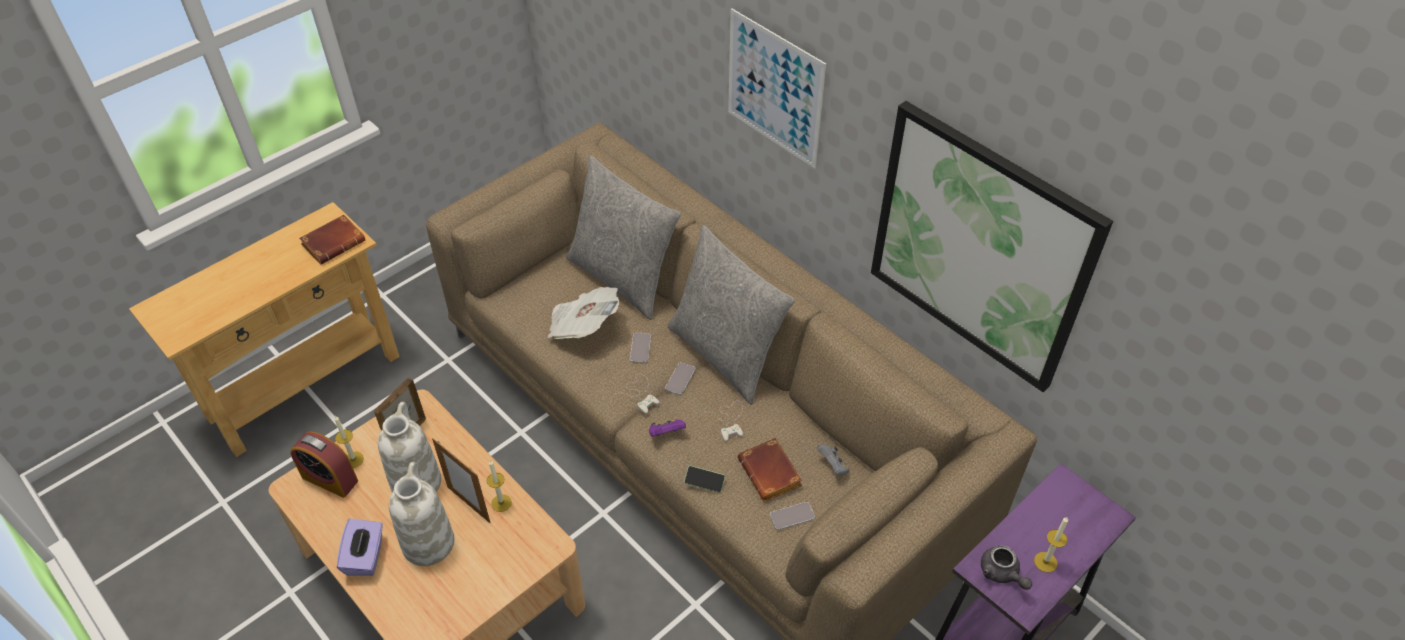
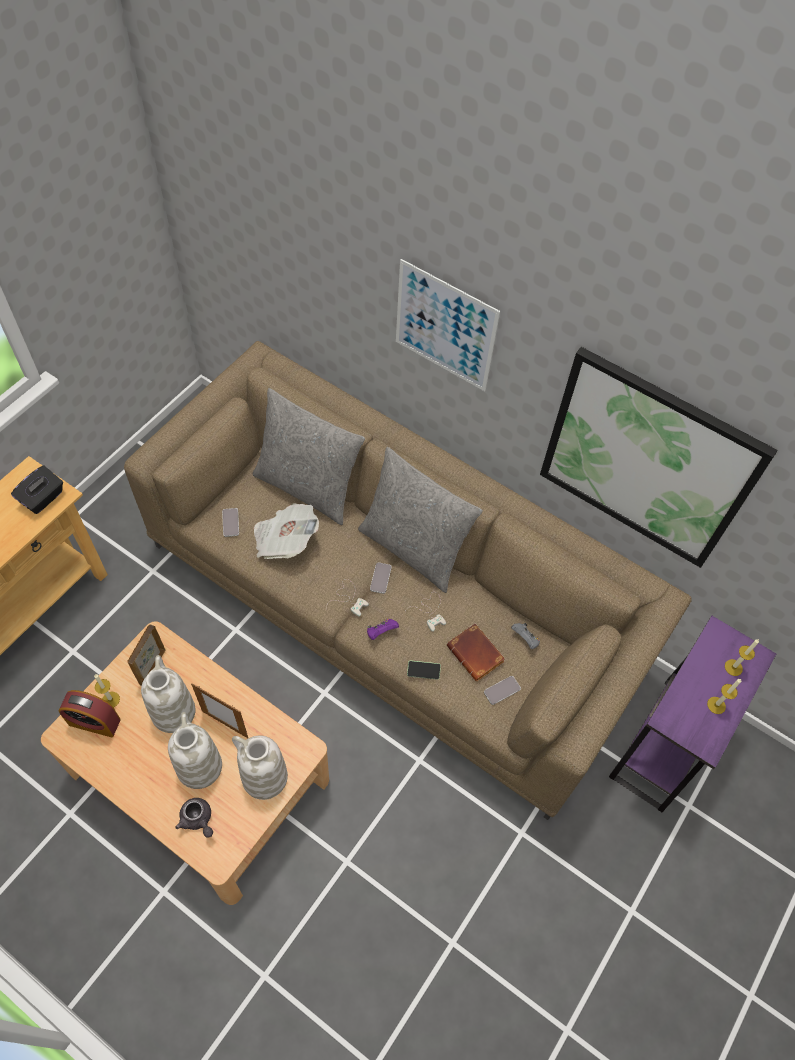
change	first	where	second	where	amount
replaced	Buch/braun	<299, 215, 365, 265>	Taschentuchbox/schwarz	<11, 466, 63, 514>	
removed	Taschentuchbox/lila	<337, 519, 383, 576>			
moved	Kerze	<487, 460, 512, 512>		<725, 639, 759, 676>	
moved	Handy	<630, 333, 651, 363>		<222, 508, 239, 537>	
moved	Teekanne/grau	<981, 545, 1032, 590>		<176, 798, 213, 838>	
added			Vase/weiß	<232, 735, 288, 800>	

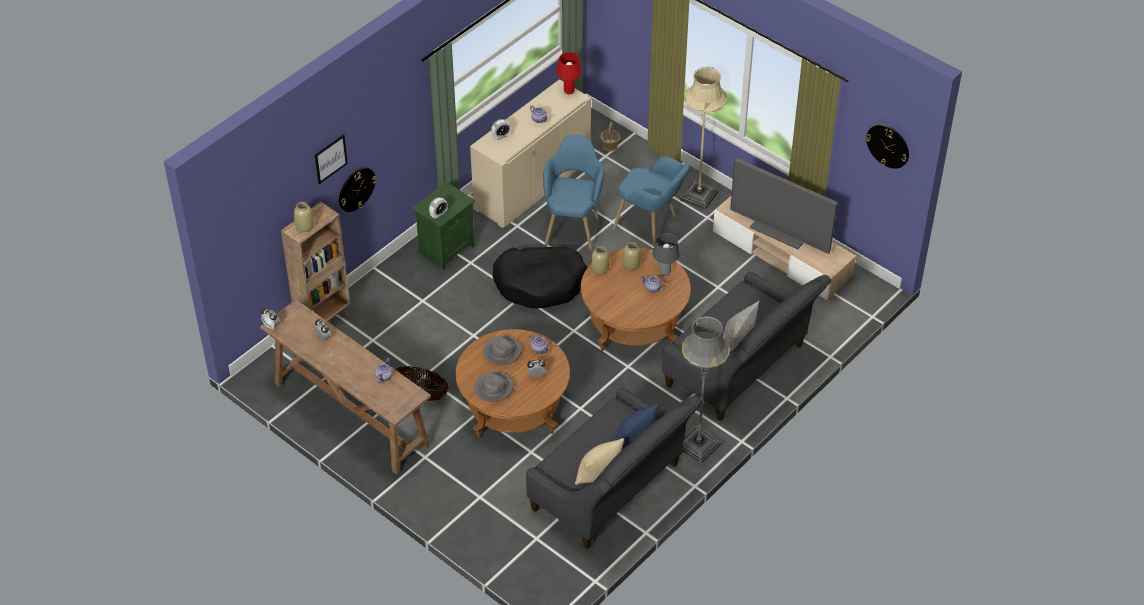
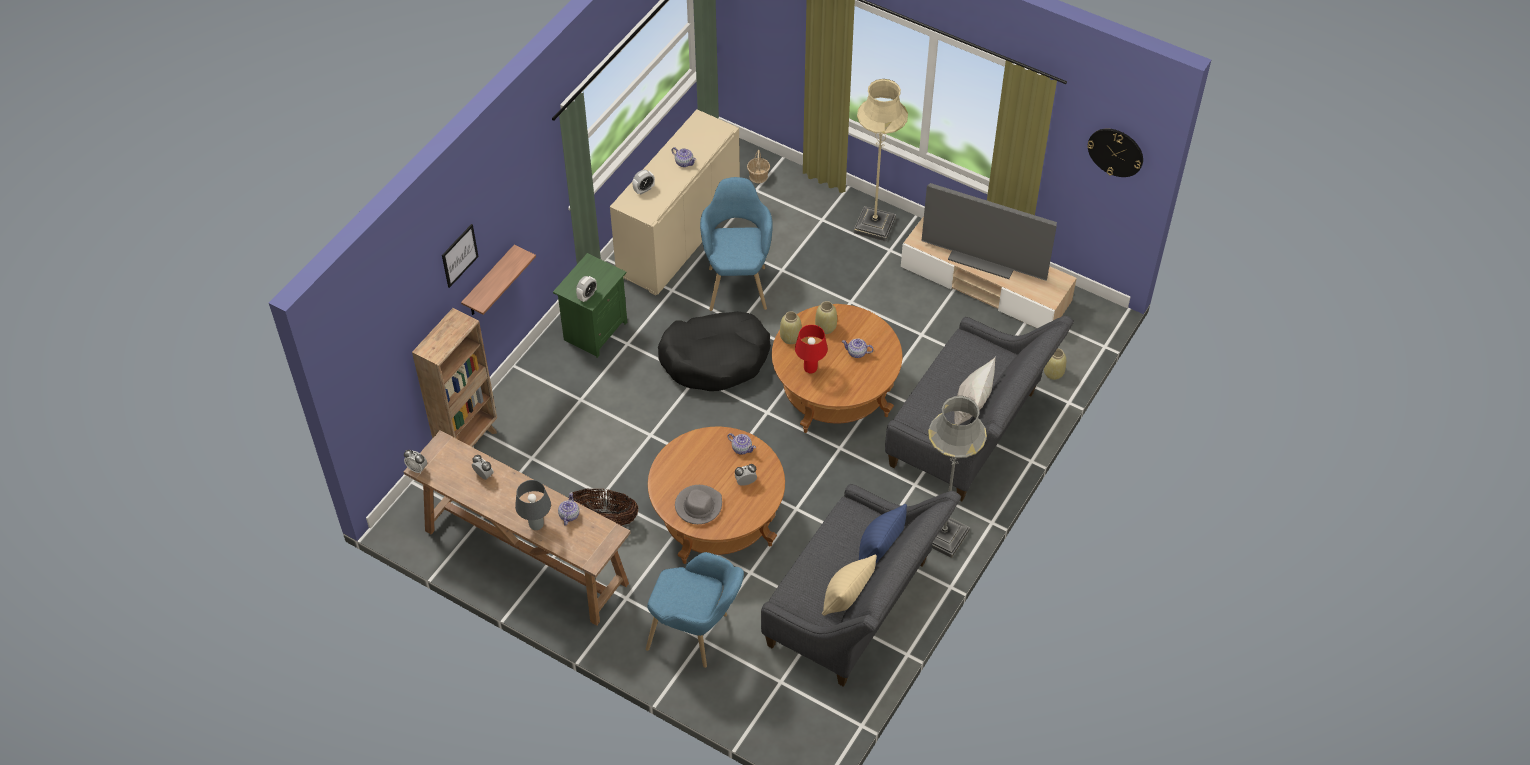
change	first	where	second	where	amount
moved	Vase/beige	<294, 202, 314, 232>		<1044, 348, 1066, 380>	
replaced	Wanduhr	<339, 168, 377, 212>	Wandregal	<461, 245, 536, 315>	
removed	Hut/grau	<483, 335, 523, 365>			
moved	Tischlampe/rot	<556, 52, 582, 94>		<795, 325, 828, 373>	
moved	Sessel/blau	<613, 156, 690, 245>		<646, 552, 744, 668>	
moved	Tischlampe/grau	<653, 233, 680, 276>		<515, 480, 551, 530>	

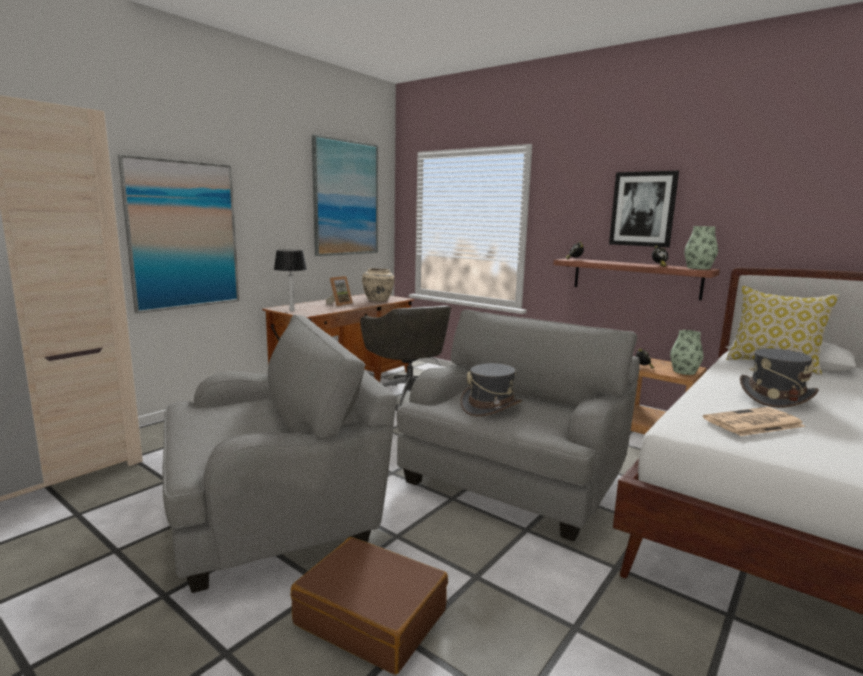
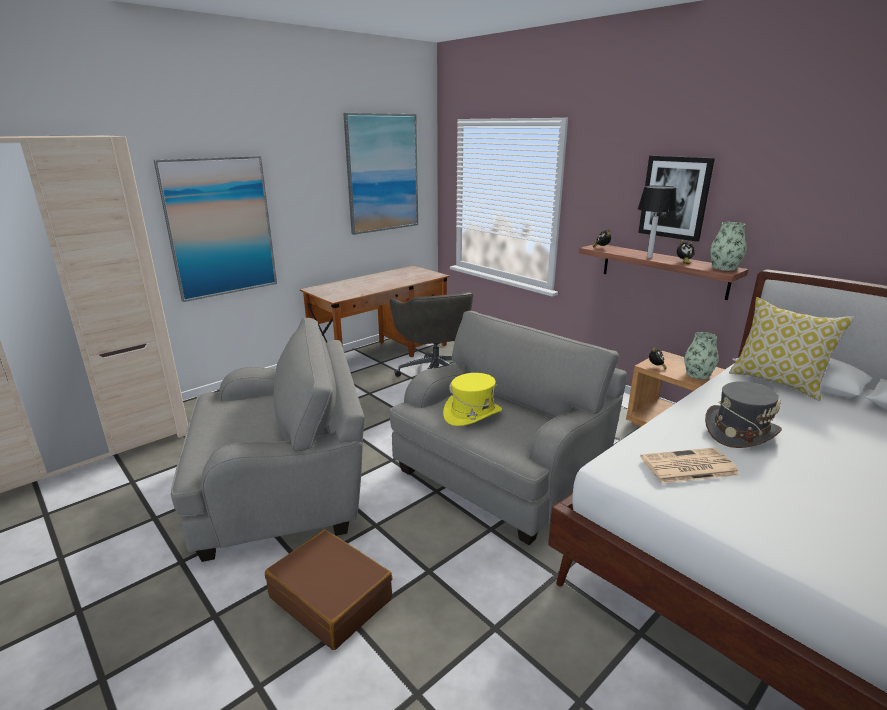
change	first	where	second	where	amount
moved	Tischlampe	<274, 250, 307, 311>		<638, 185, 677, 258>	
removed	Bilderrahmen	<326, 276, 353, 306>			
removed	Vase/beige	<362, 268, 395, 301>			
recoloured	Hut/grau	<460, 363, 522, 417>	Hut/gelb	<443, 373, 502, 426>	

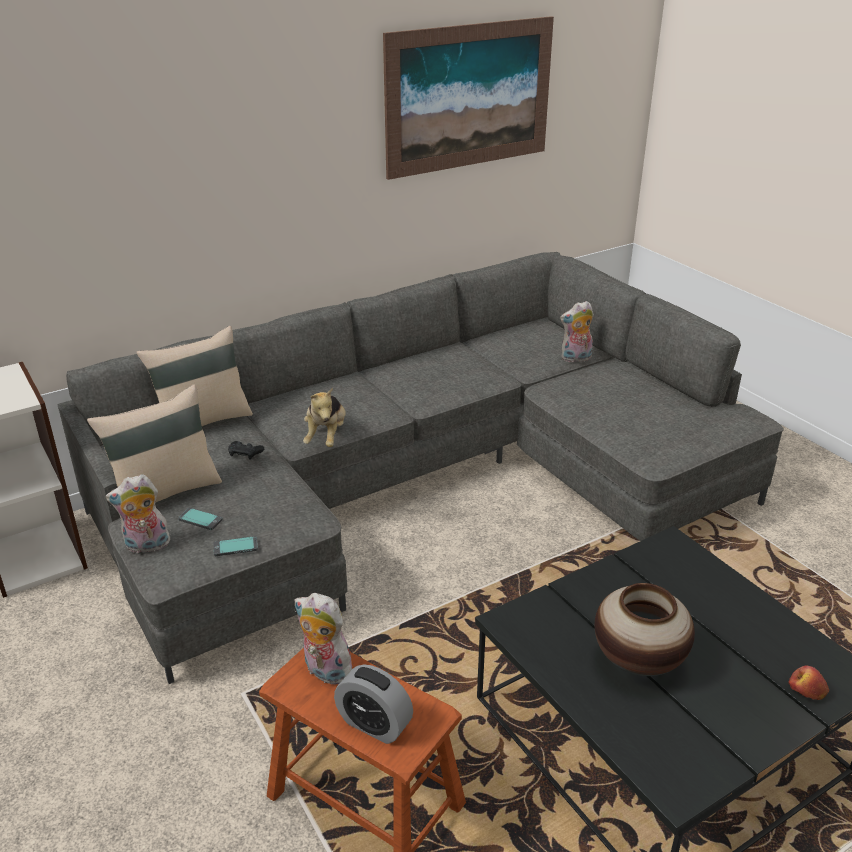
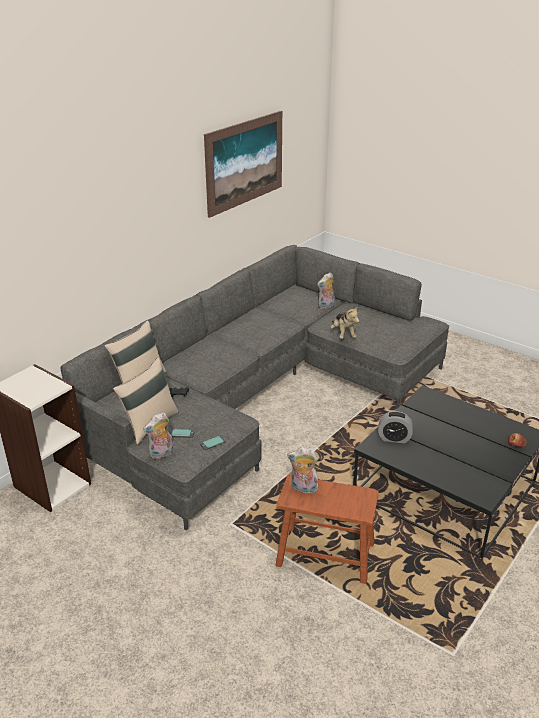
change	first	where	second	where	amount
moved	Plüschtier	<303, 387, 346, 447>		<330, 306, 359, 339>	
moved	Wecker	<334, 665, 413, 744>		<378, 411, 413, 443>	
removed	Vase	<595, 583, 695, 676>			

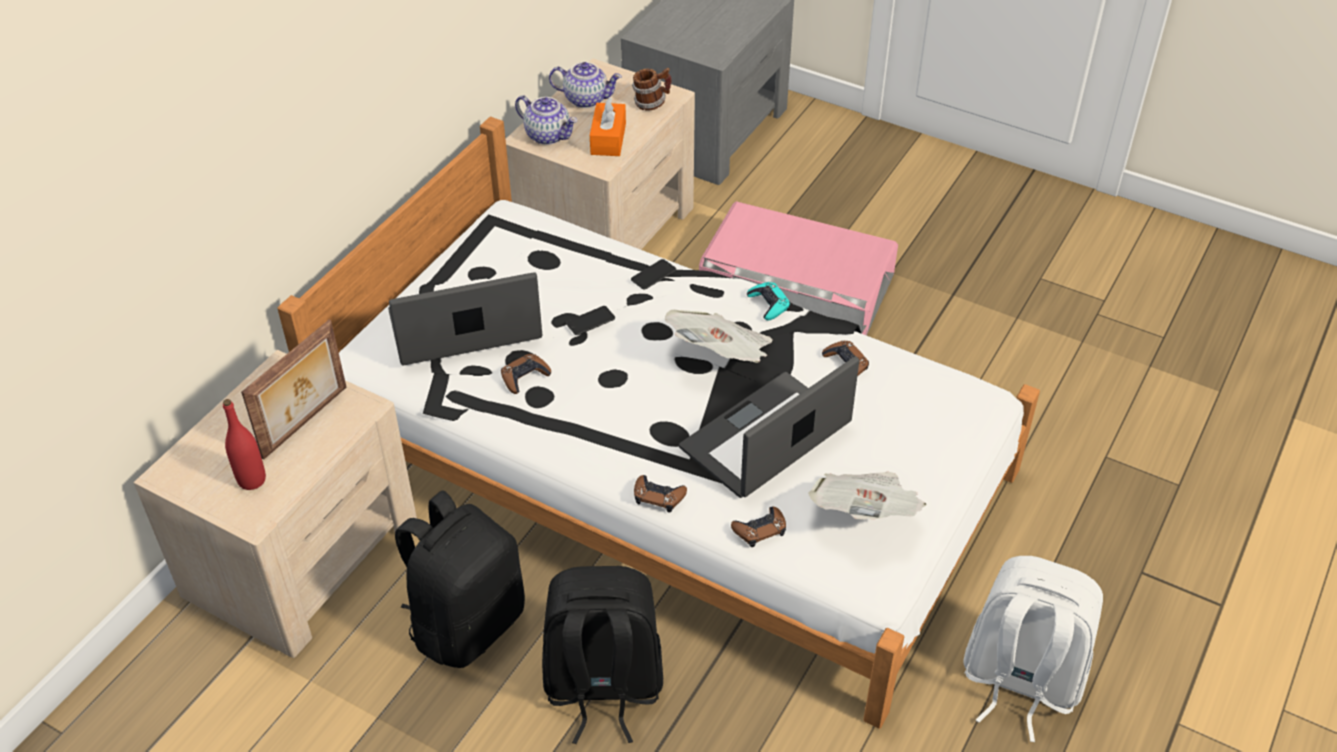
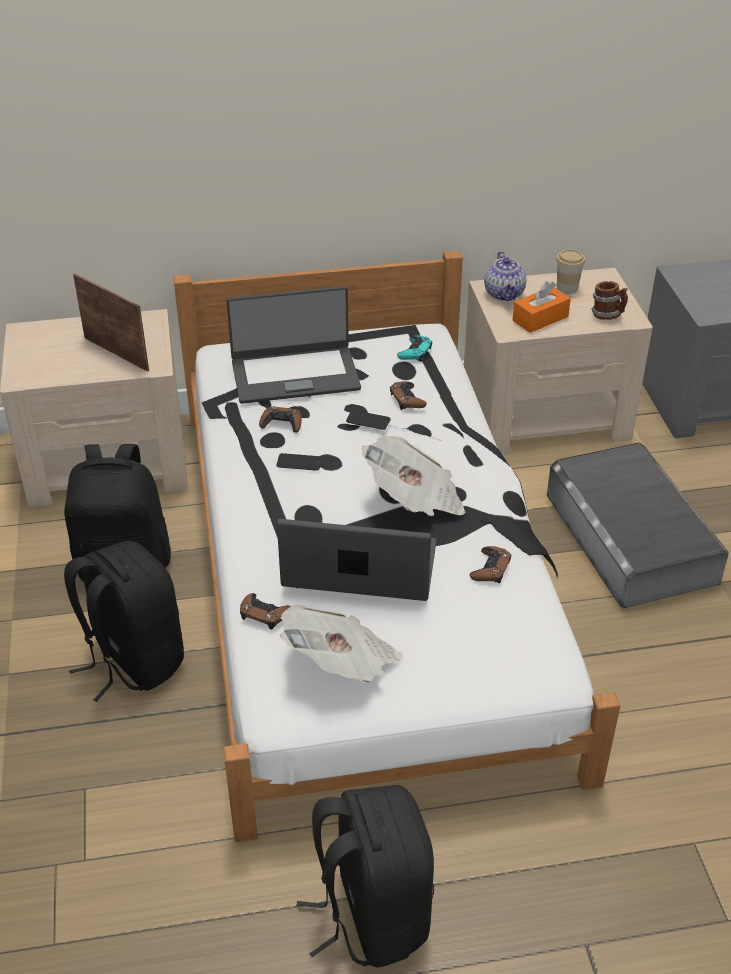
change	first	where	second	where	amount
removed	Flasche/rot	<223, 399, 266, 490>			
turned	Bilderrahmen	<241, 319, 346, 460>		<73, 273, 149, 372>	135 degrees counterclockwise
turned	Laptop	<388, 272, 542, 365>		<226, 286, 361, 404>	135 degrees clockwise
replaced	Teekanne	<549, 62, 622, 108>	Tasse	<556, 250, 585, 294>	
moved	Handy	<631, 259, 676, 290>		<276, 453, 322, 471>	
moved	Gamepad/braun	<634, 475, 687, 512>		<390, 381, 427, 410>	
recoloured	Aufbewahrungsbox/rosa	<699, 201, 898, 336>	Aufbewahrungsbox/grau	<547, 442, 728, 609>	
moved	Gamepad/türkis	<747, 282, 790, 321>		<397, 335, 432, 362>	
recoloured	Rucksack/weiß	<963, 556, 1103, 742>	Rucksack/schwarz	<297, 785, 435, 967>	

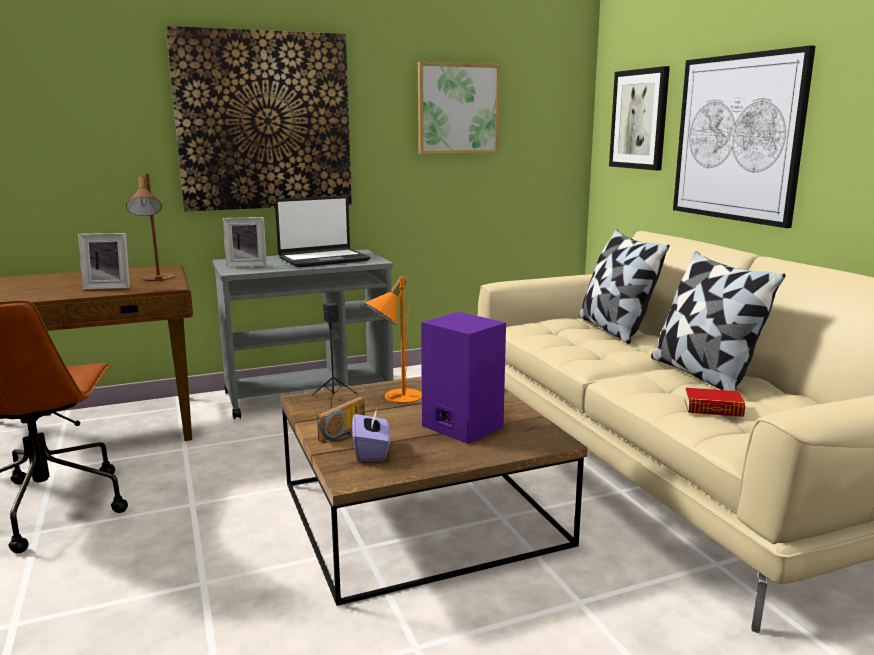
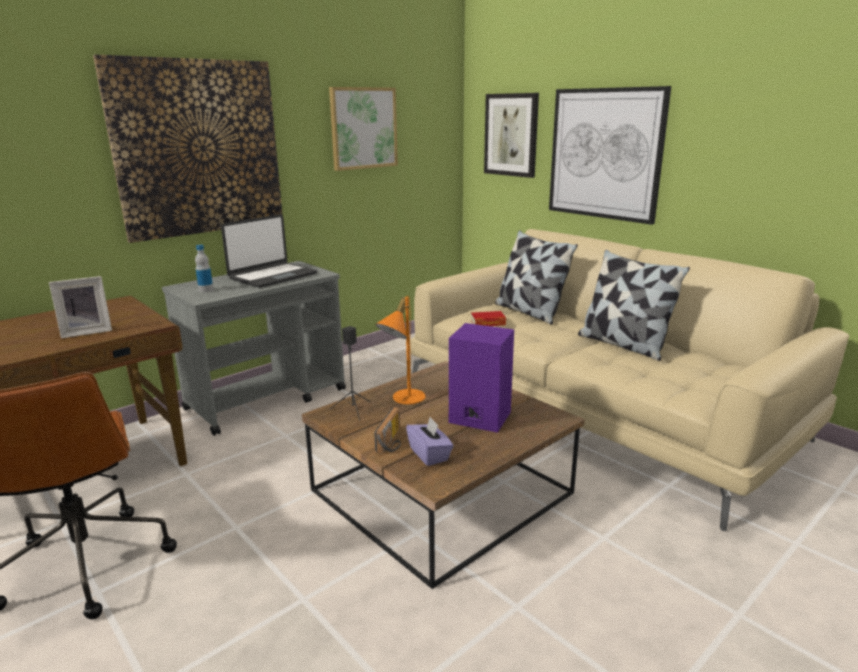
change	first	where	second	where	amount
removed	Tischlampe/braun	<126, 174, 176, 281>			
replaced	Bilderrahmen	<223, 217, 267, 267>	Flasche	<195, 245, 213, 293>	
moved	Buch	<685, 388, 745, 417>		<471, 311, 506, 326>	

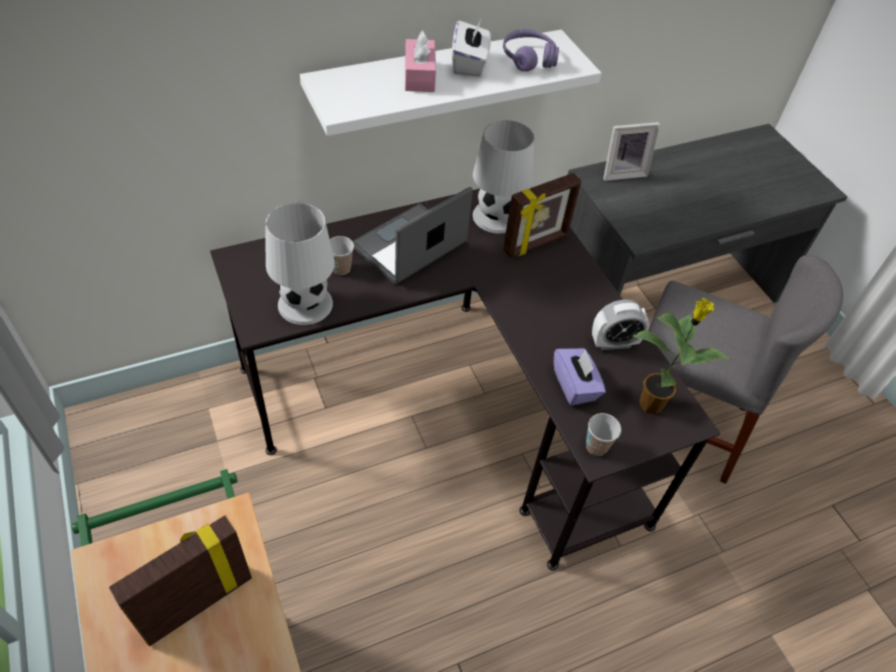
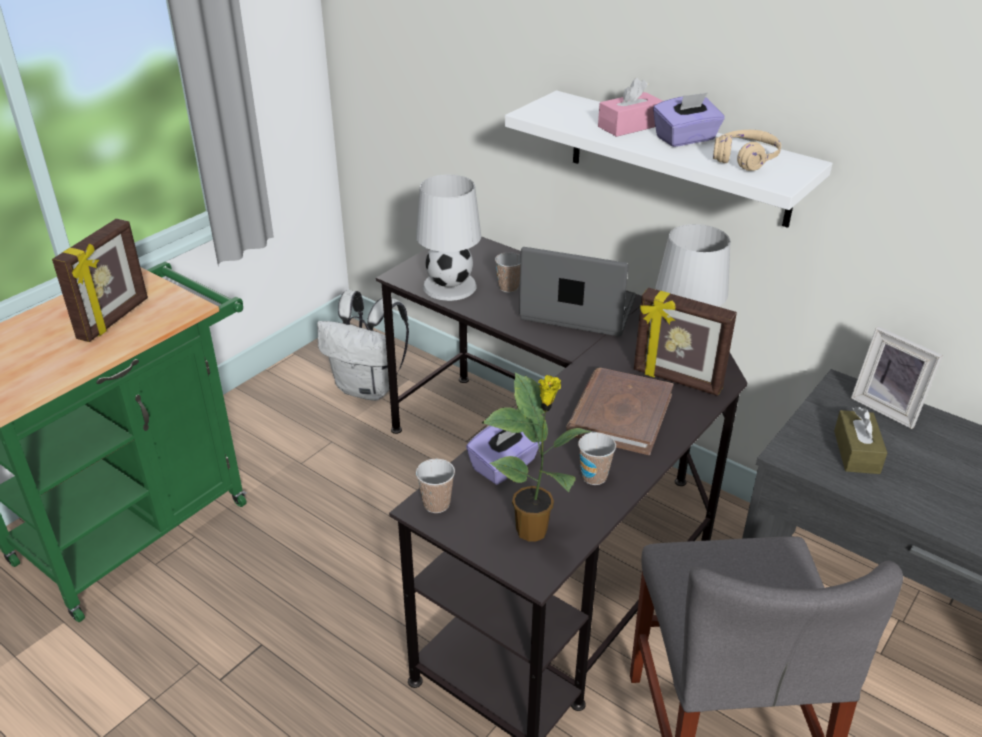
change	first	where	second	where	amount
turned	Bilderrahmen	<109, 516, 252, 646>		<52, 219, 148, 342>	90 degrees clockwise
recoloured	Taschentuchbox/weiß	<452, 20, 491, 77>	Taschentuchbox/lila	<653, 93, 725, 147>	
recoloured	Kopfhörer/lila	<503, 29, 559, 72>	Kopfhörer/beige	<713, 130, 781, 171>	
replaced	Wecker	<592, 300, 650, 350>	Tasse	<578, 432, 616, 485>	
added			Rucksack/weiß	<317, 290, 409, 401>	
added			Buch/braun	<566, 368, 673, 455>	
added			Taschentuchbox/braun	<834, 407, 887, 474>	

